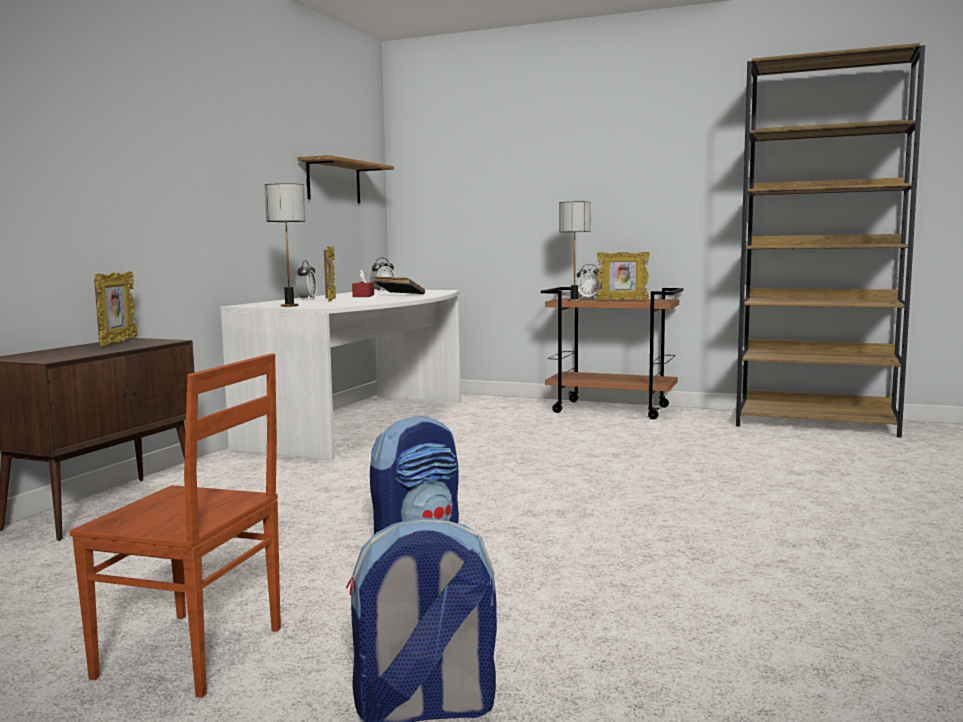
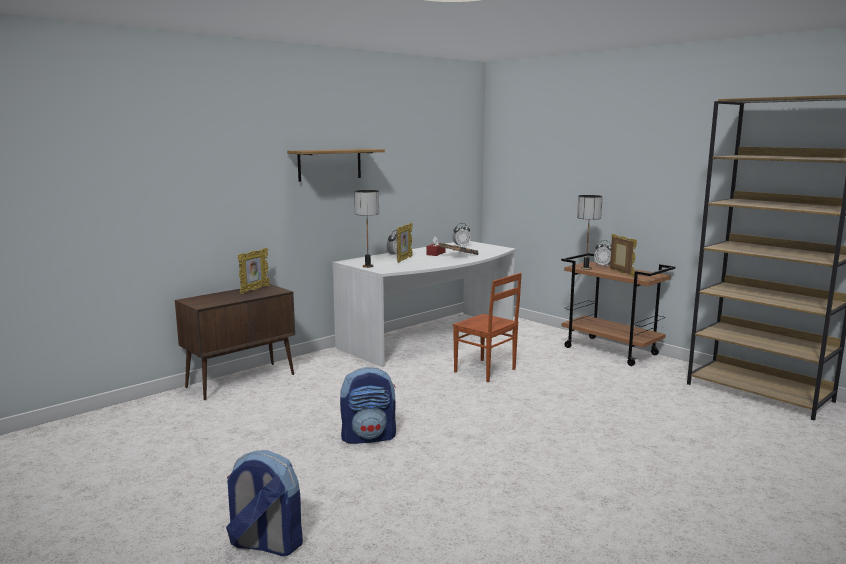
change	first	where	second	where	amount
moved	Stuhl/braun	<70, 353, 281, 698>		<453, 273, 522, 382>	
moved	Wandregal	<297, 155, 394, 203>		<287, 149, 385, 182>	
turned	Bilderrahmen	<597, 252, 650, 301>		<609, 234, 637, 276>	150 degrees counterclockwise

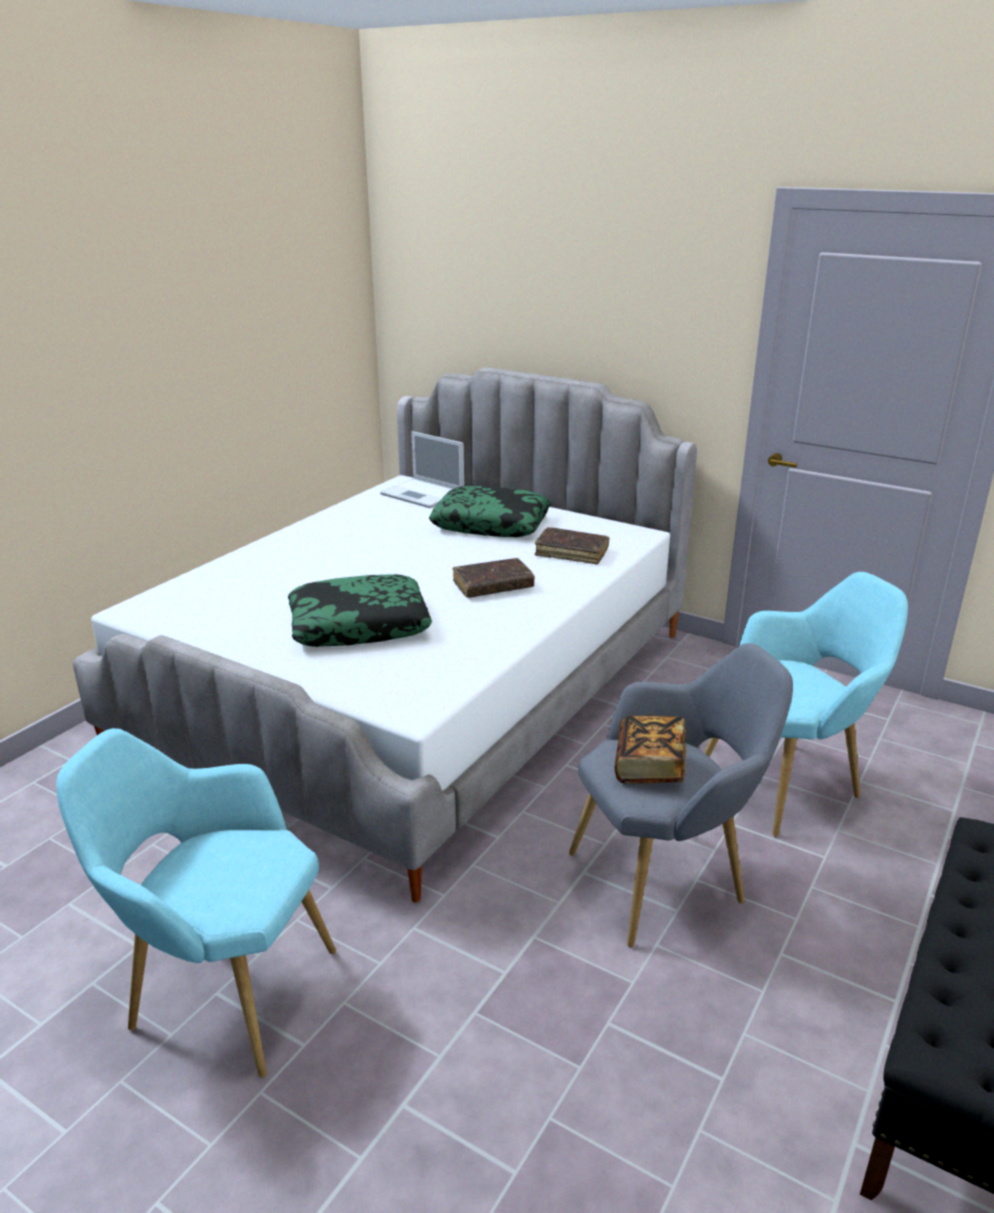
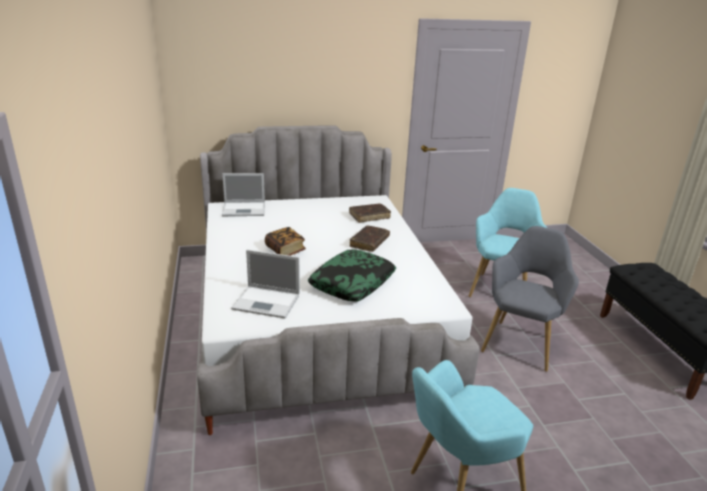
change	first	where	second	where	amount
removed	Kissen	<429, 486, 551, 537>			
moved	Buch	<615, 716, 686, 784>		<265, 227, 306, 256>	
added			Laptop	<231, 250, 300, 319>	

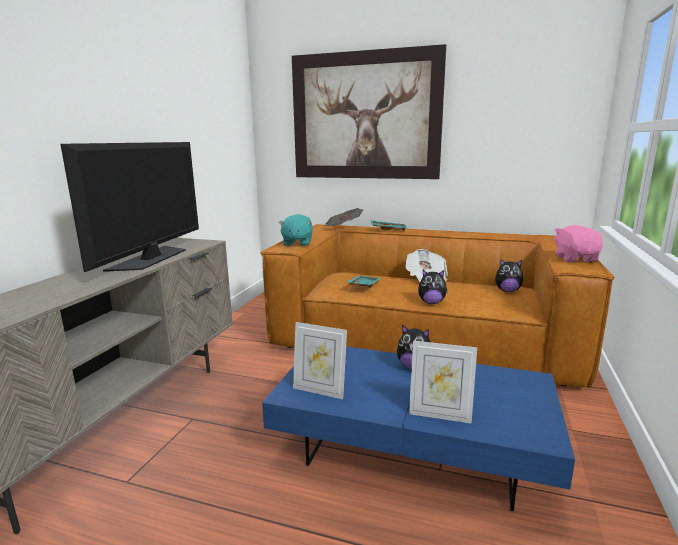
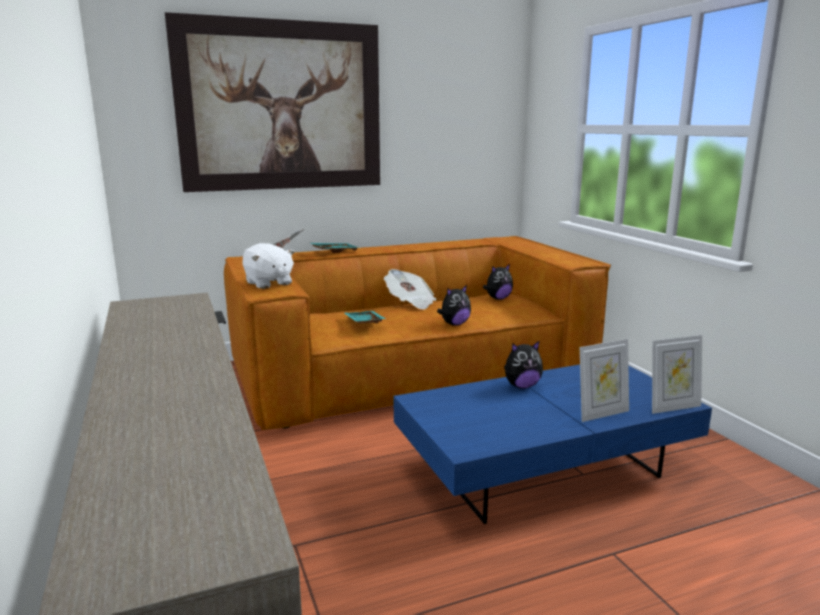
change	first	where	second	where	amount
removed	Fernseher	<60, 142, 199, 272>			
recoloured	Plüschtier/türkis	<278, 214, 313, 246>	Plüschtier/weiß	<243, 243, 295, 289>	
moved	Bilderrahmen	<293, 322, 347, 399>		<652, 335, 702, 414>	
removed	Plüschtier/rosa	<554, 225, 603, 262>			

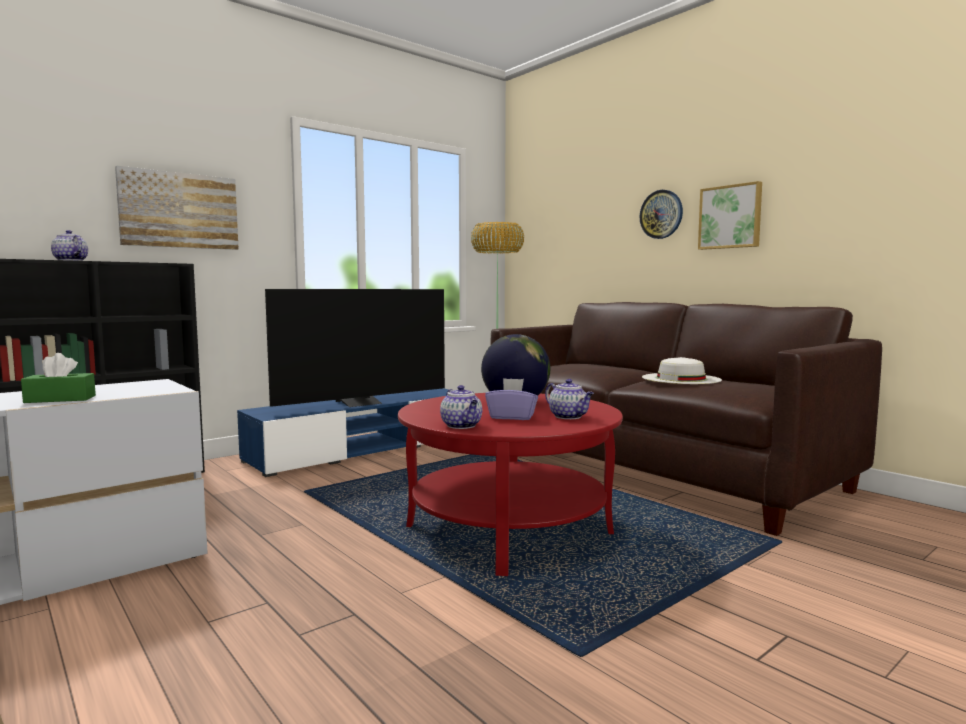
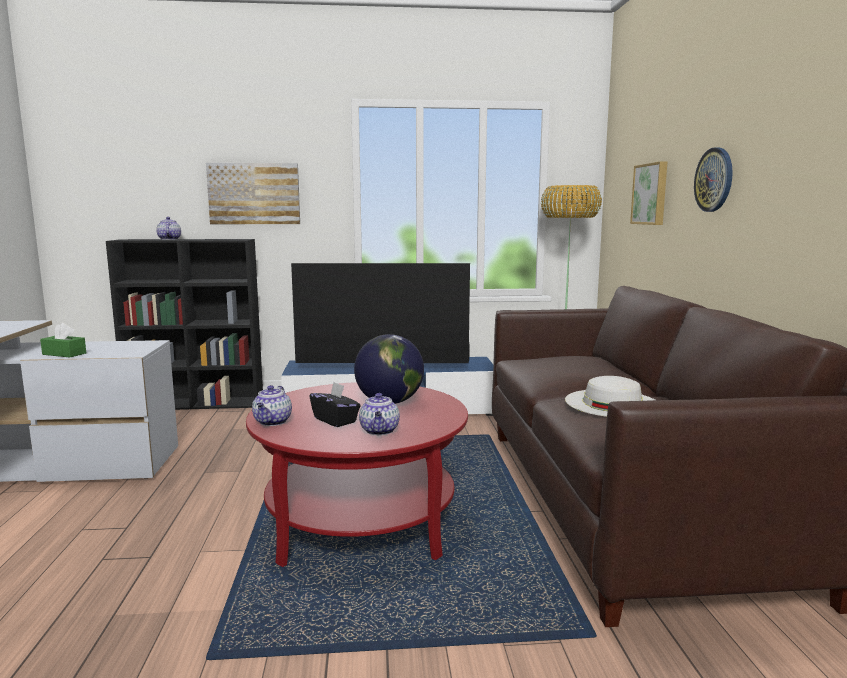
change	first	where	second	where	amount
recoloured	Taschentuchbox/lila	<485, 378, 538, 420>	Taschentuchbox/schwarz	<309, 382, 361, 427>	
moved	Bild	<698, 181, 762, 250>		<630, 161, 667, 225>	

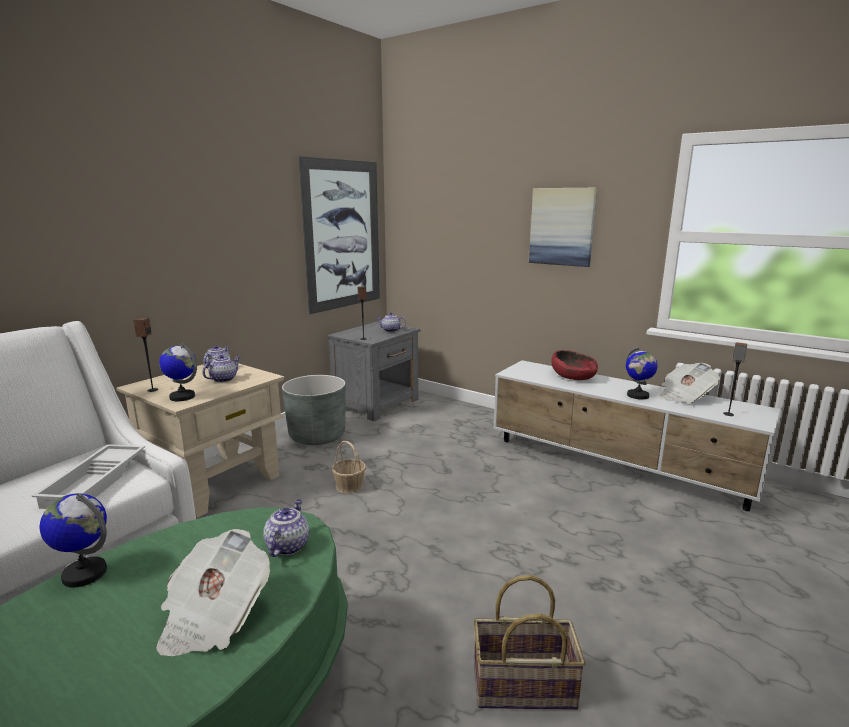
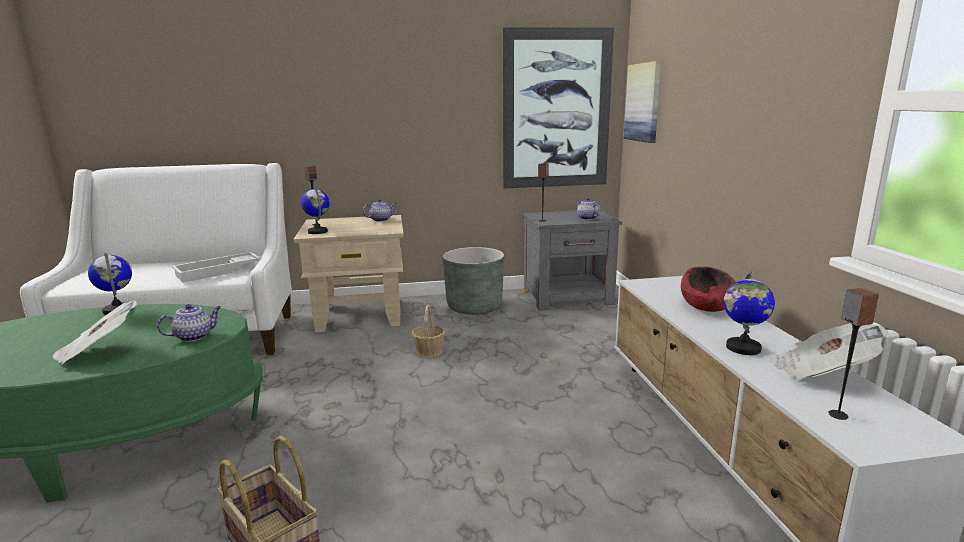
change	first	where	second	where	amount
removed	Teekanne	<202, 355, 240, 382>			
moved	Bild	<529, 188, 597, 267>		<624, 61, 661, 143>	

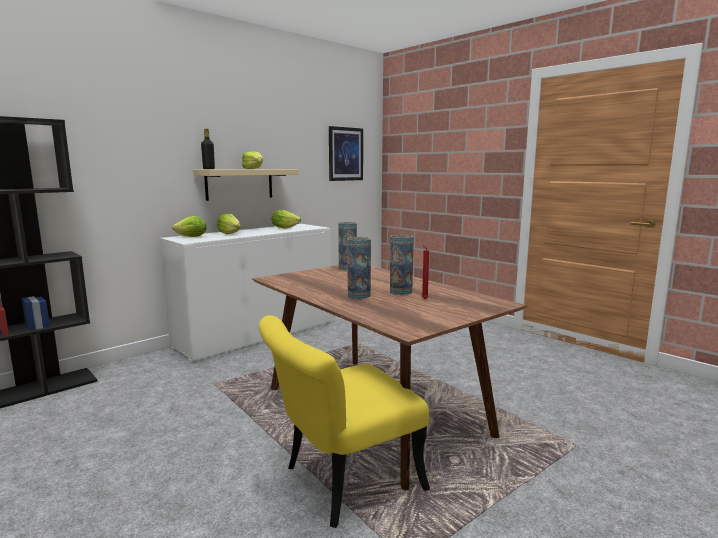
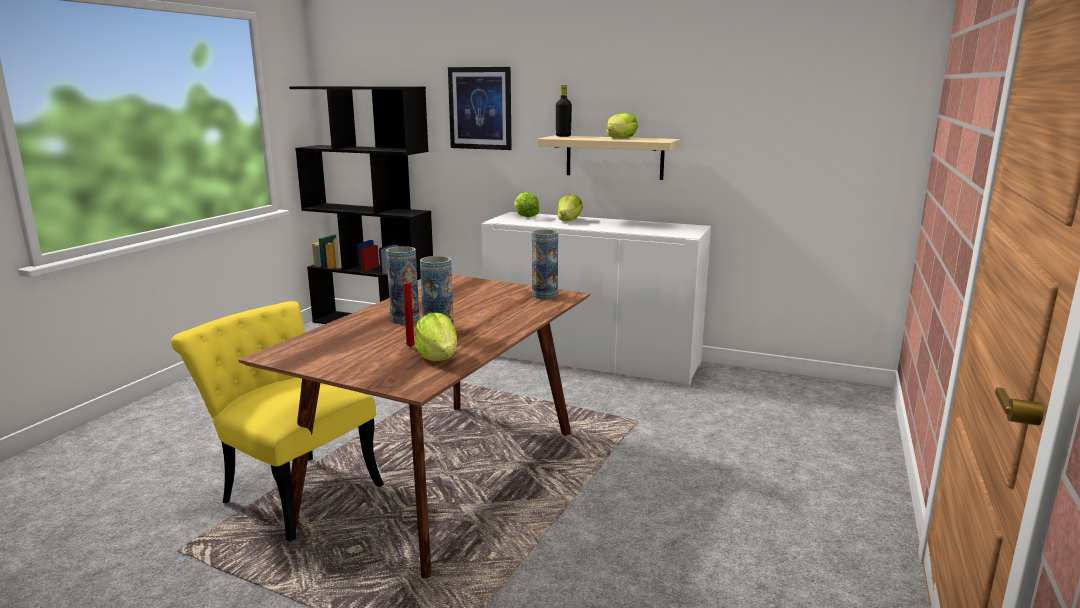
change	first	where	second	where	amount
moved	Salatkopf	<272, 210, 301, 229>		<415, 313, 457, 361>	
moved	Bild	<329, 126, 363, 181>		<448, 67, 512, 150>	

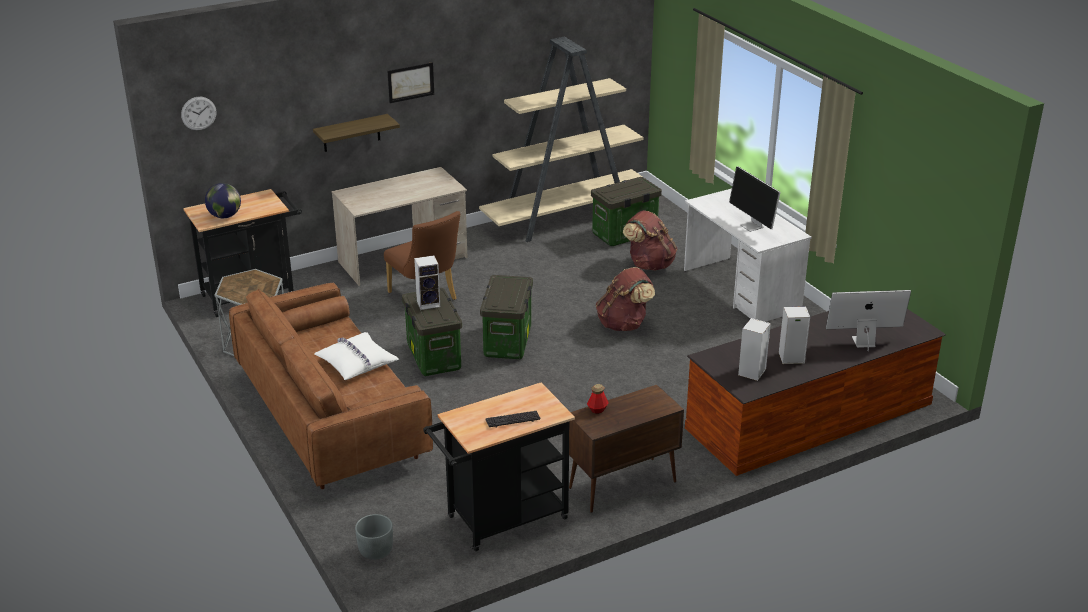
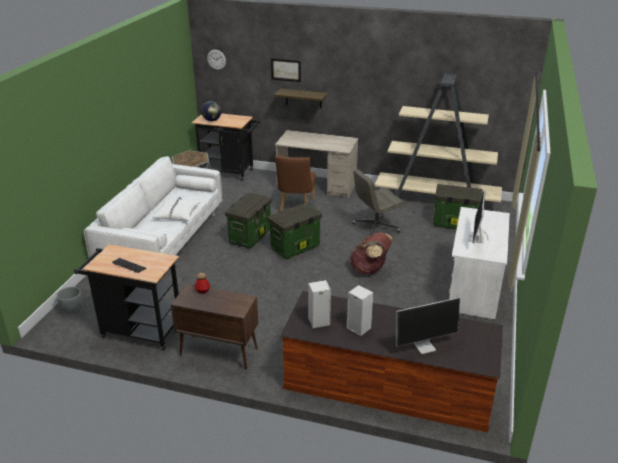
change	first	where	second	where	amount
recoloured	Sofa/braun	<229, 283, 433, 489>	Sofa/weiß	<84, 156, 222, 262>	
moved	Bild	<387, 62, 434, 103>		<271, 58, 301, 82>	
removed	Lautsprecher	<414, 256, 440, 310>			
removed	Rucksack/braun	<623, 211, 677, 271>			
turned	Monitor	<826, 290, 911, 351>		<396, 297, 460, 354>	120 degrees clockwise
added			Bürostuhl/grau	<352, 170, 404, 236>	

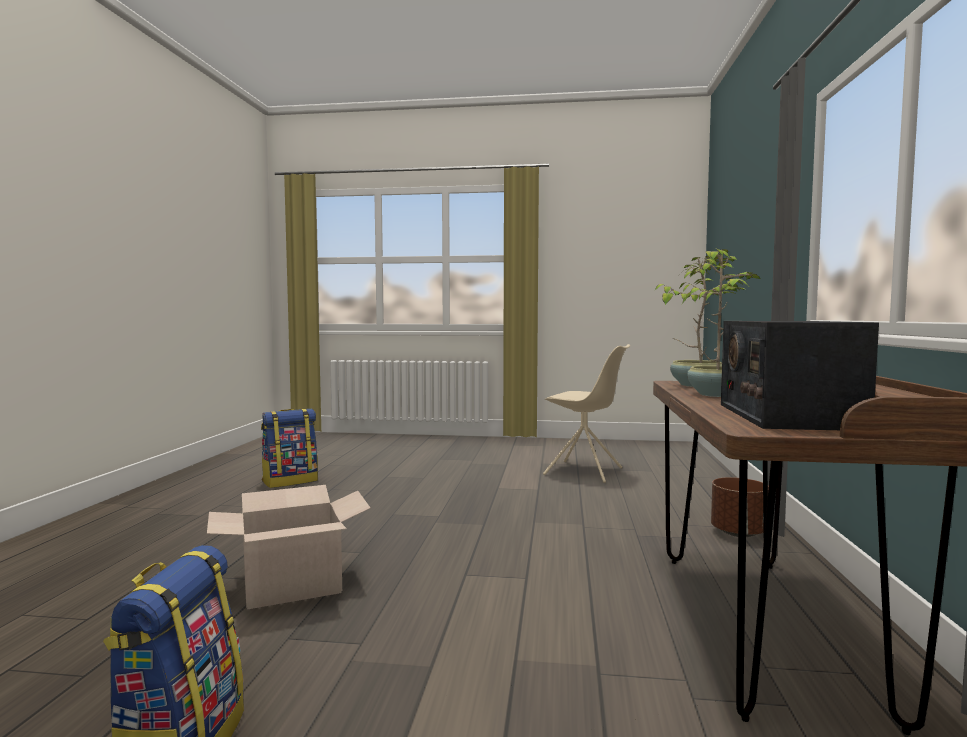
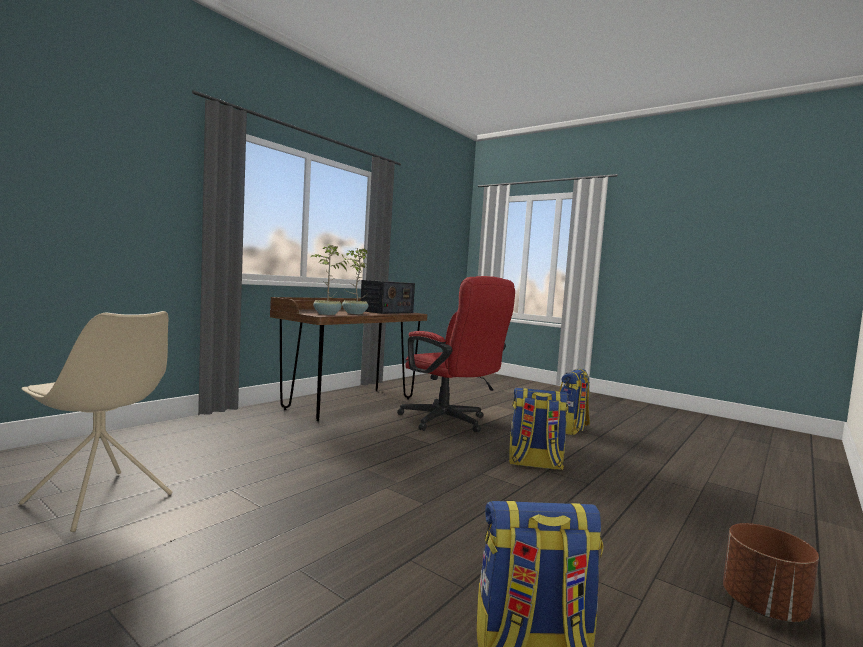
change	first	where	second	where	amount
replaced	Karton	<207, 485, 371, 609>	Rucksack	<509, 388, 569, 470>	
turned	Stuhl/beige	<543, 344, 630, 483>		<19, 311, 173, 532>	150 degrees clockwise
moved	Pflanzkübel/braun	<711, 477, 769, 537>		<723, 523, 819, 622>	
added			Bürostuhl/rot	<397, 276, 515, 433>	

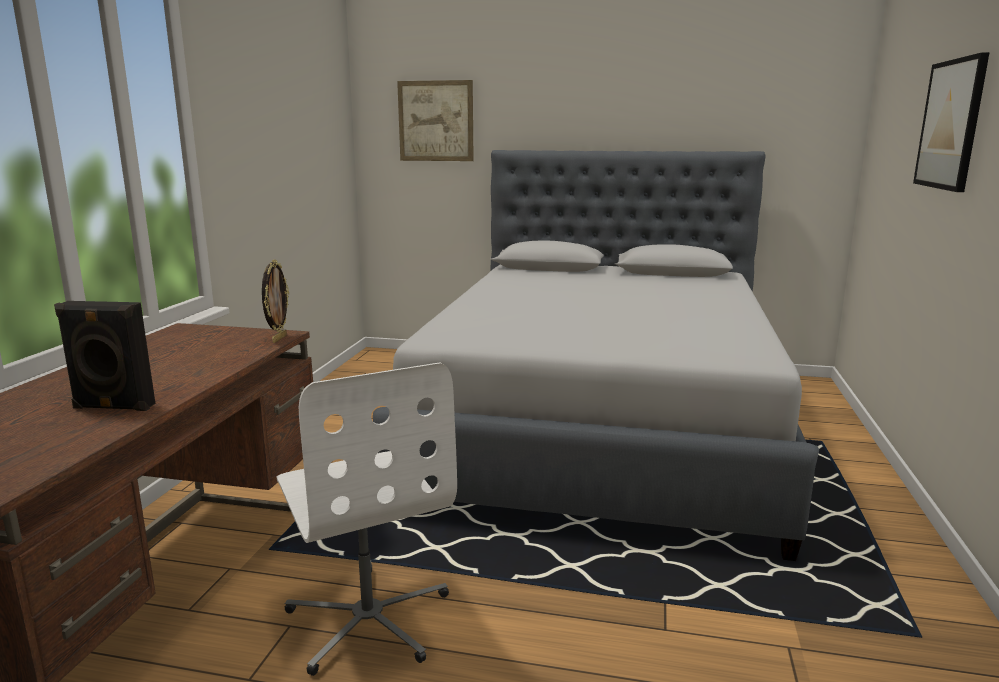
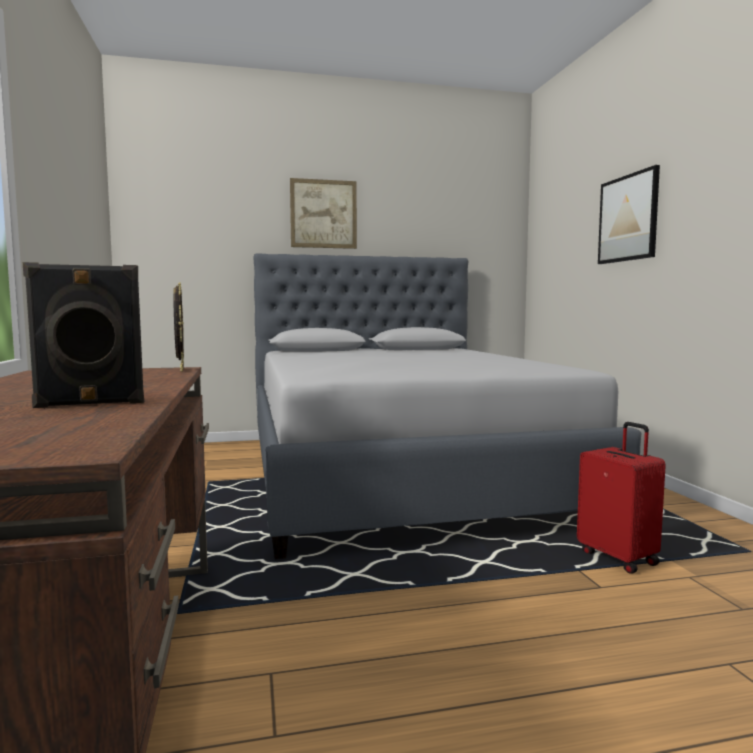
change	first	where	second	where	amount
removed	Bürostuhl/weiß	<277, 362, 457, 676>			
moved	Bild	<397, 80, 474, 161>		<290, 178, 357, 249>	
added			Koffer/rot	<577, 422, 666, 574>	

